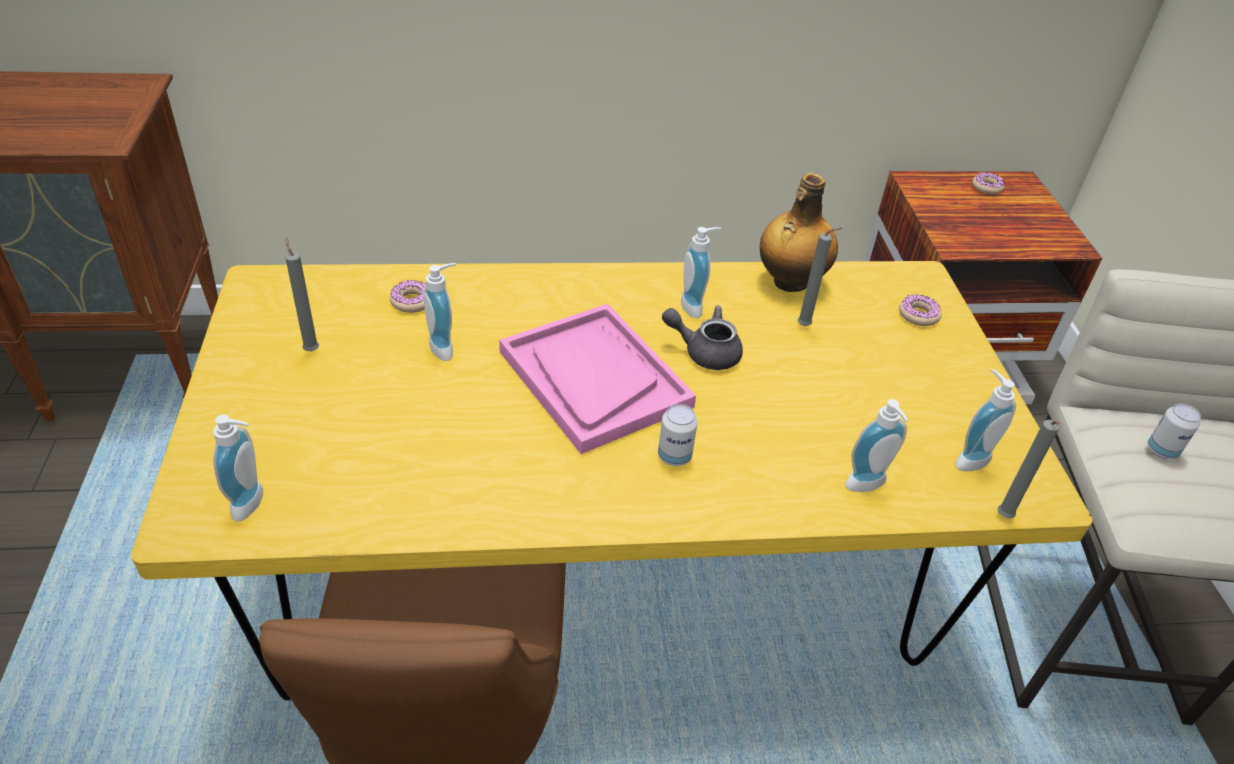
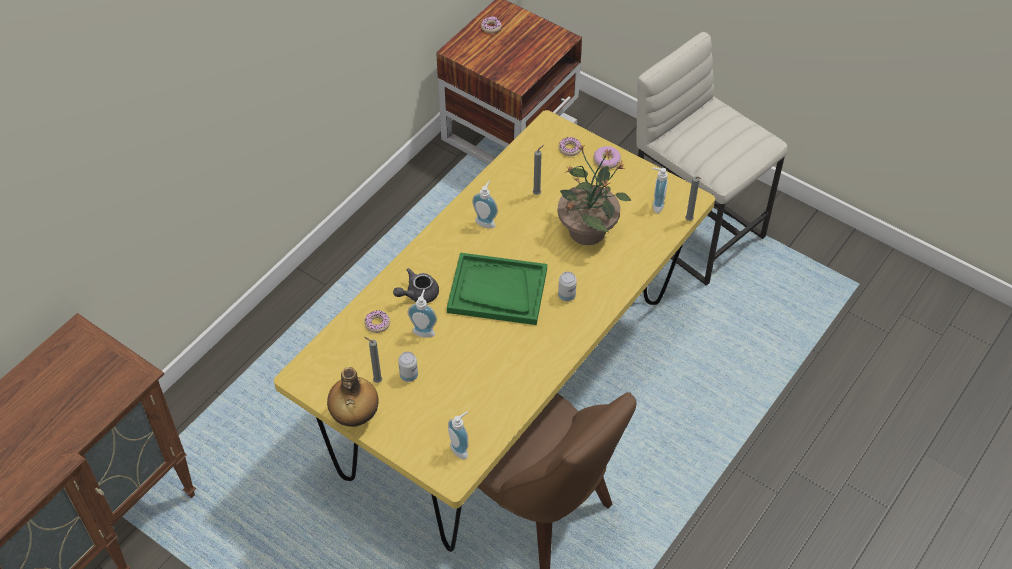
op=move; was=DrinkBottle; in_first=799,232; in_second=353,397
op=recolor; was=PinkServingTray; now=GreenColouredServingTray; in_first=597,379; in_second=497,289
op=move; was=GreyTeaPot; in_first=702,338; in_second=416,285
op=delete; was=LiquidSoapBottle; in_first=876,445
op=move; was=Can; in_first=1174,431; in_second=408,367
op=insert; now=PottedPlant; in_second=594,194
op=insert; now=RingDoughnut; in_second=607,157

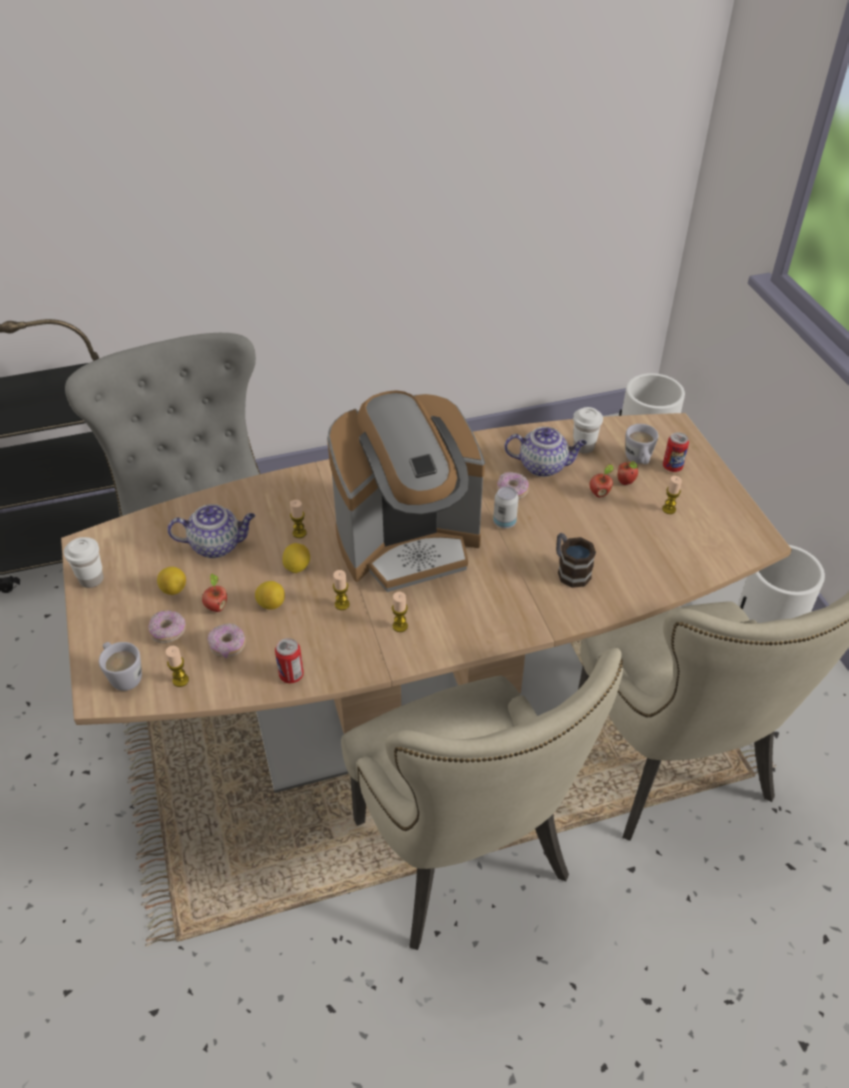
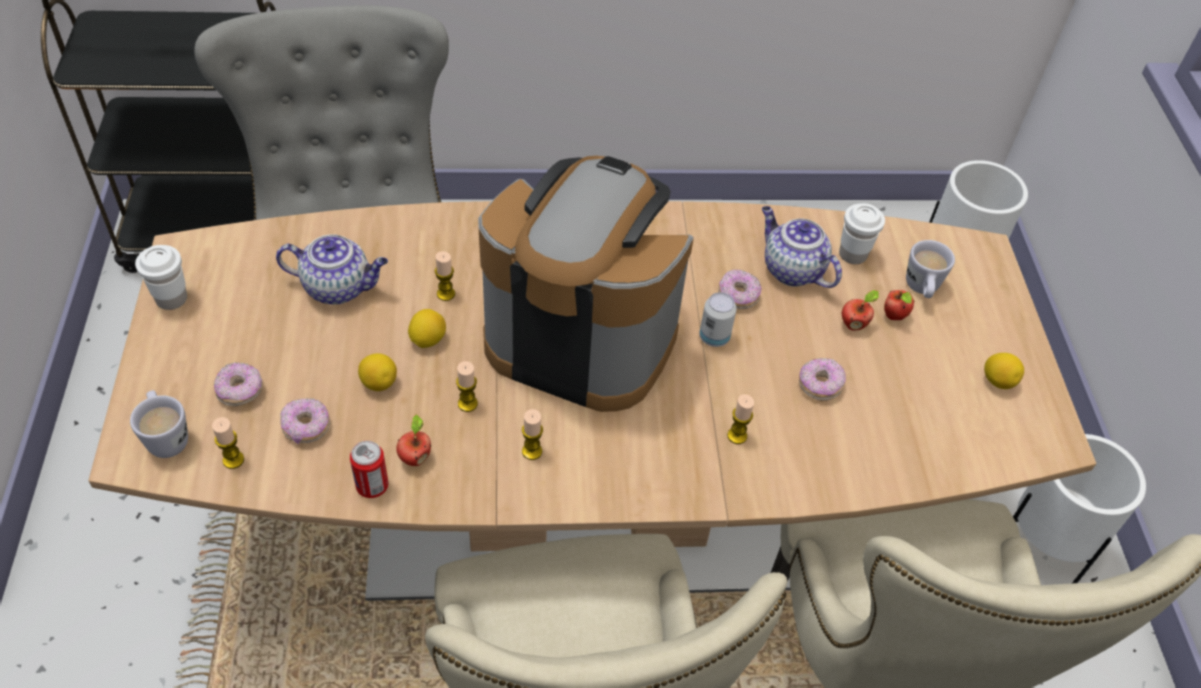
op=rotate; was=CoffeeMaker; in_first=406,491; in_second=586,284; clockwise=-150
op=rotate; was=TeaPot; in_first=545,452; in_second=802,247; clockwise=-150
op=delete; was=Can; in_first=676,452
op=move; was=WaxLight; in_first=672,495; in_second=740,419
op=delete; was=Mug; in_first=576,560
op=move; was=WholeLemon; in_first=171,581; in_second=1004,371
op=move; was=Apple; in_first=214,593; in_second=413,440
op=insert; now=RingDoughnut; in_second=822,379

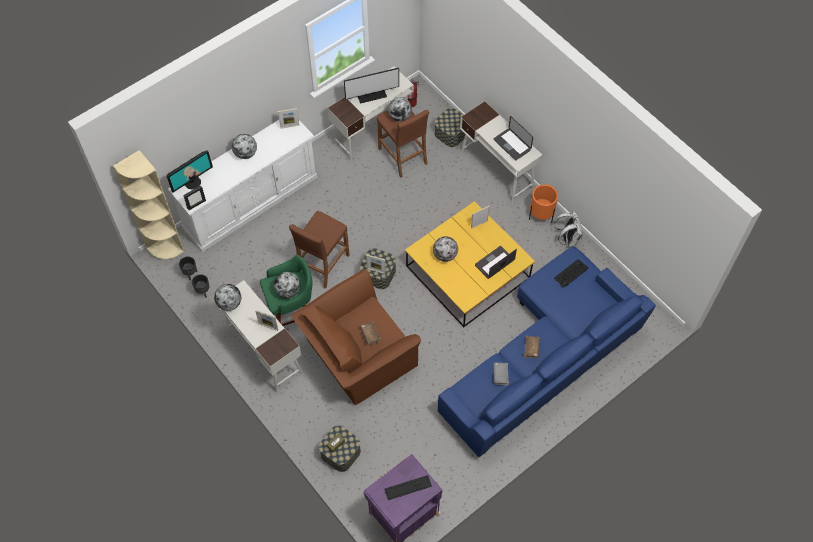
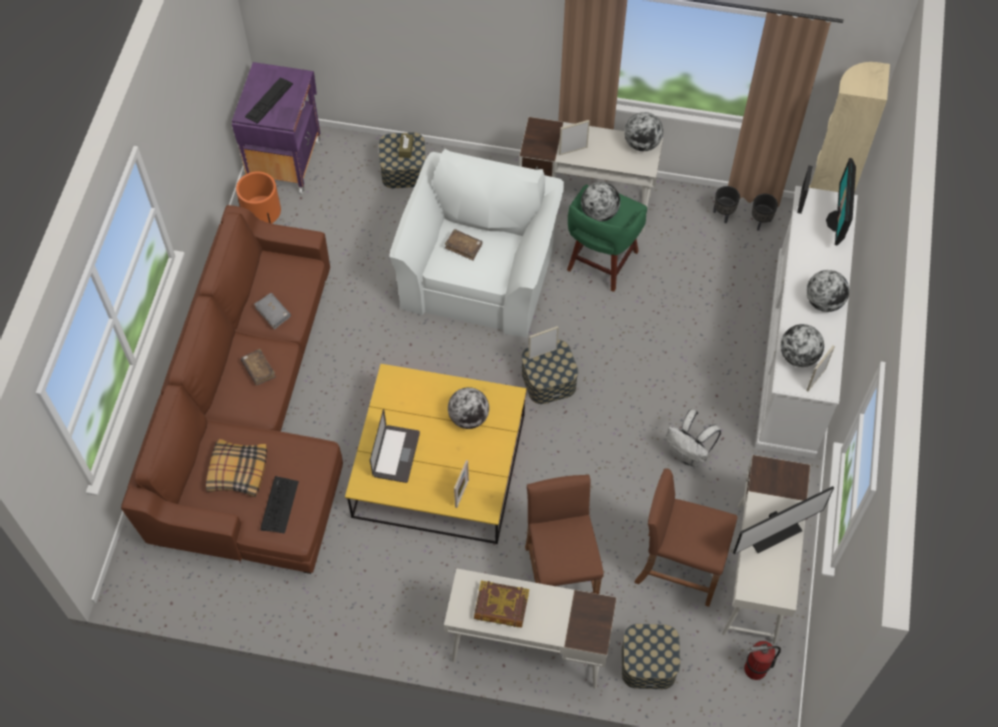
op=rotate; was=Monitor; in_first=371,86; in_second=783,520; clockwise=-150
op=move; was=DeskGlobe; in_first=400,109; in_second=802,345
op=replace; was=PortableComputer; now=Volume; in_first=513,138; in_second=501,604
op=move; was=OrangeyPlanter; in_first=543,203; in_second=258,197
op=move; was=BrownColouredSittingStool; in_first=319,250; in_second=564,534
op=move; was=WhiteRucksack; in_first=568,229; in_second=693,438
op=recolor; was=BluishSofa; now=BrownColouredSofa; in_first=547,351; in_second=232,389
op=recolor; was=BrownColouredLoungeChair; now=WhiteLoungeChair; in_first=356,337; in_second=476,243
op=insert; now=Pillow; in_second=236,468

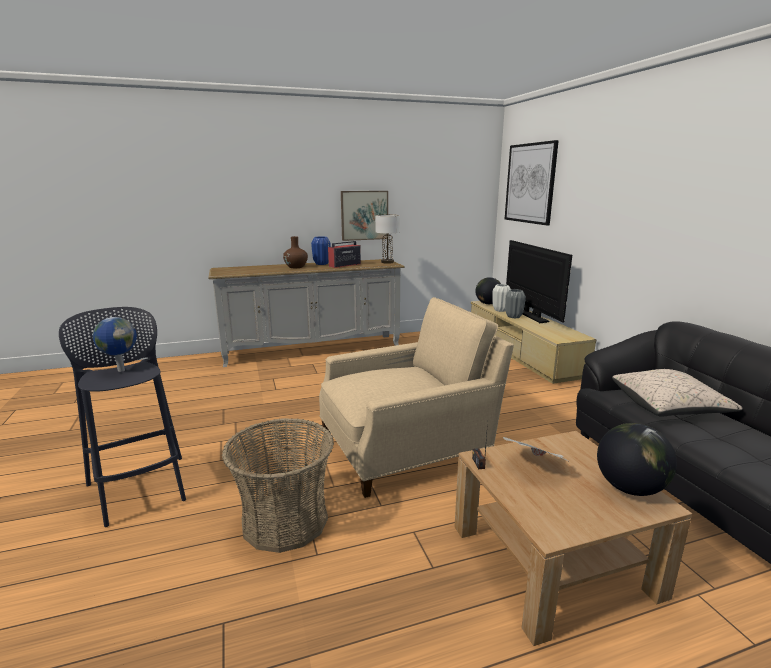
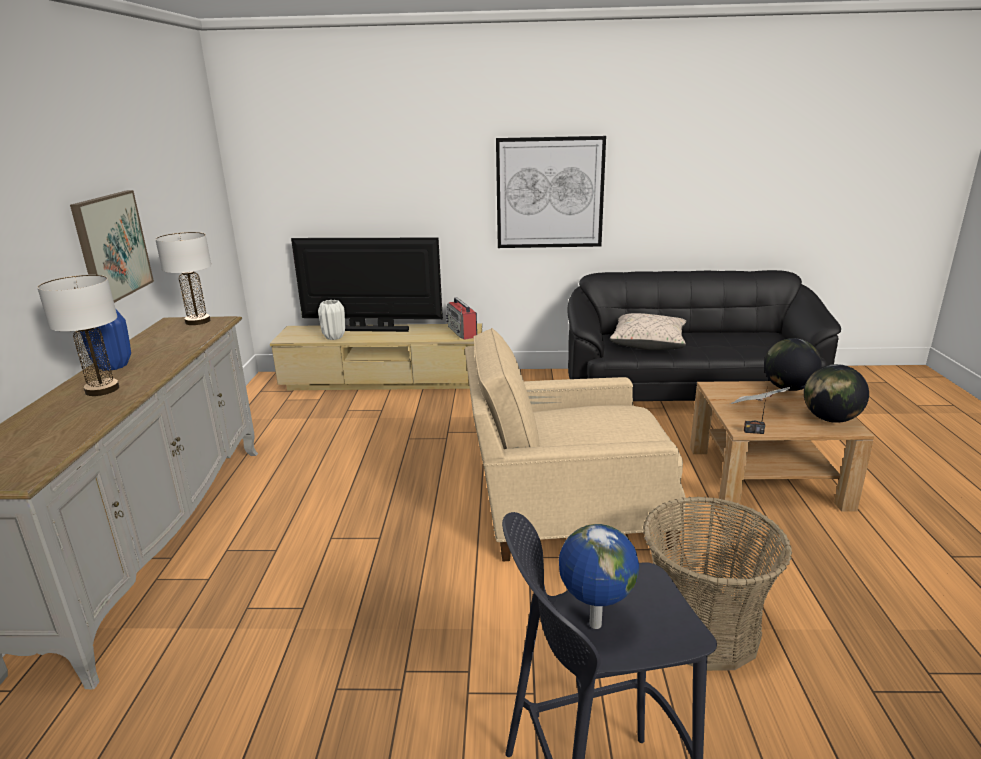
op=move; was=WallArt; in_first=532,182; in_second=551,192
op=replace; was=BrownColouredFlowerVase; now=TableLamp; in_first=295,252; in_second=78,335
op=move; was=RadioReceiver; in_first=344,254; in_second=461,318
op=move; was=DeskGlobe; in_first=488,290; in_second=836,393
op=delete; was=GreyFlowerVase; in_first=515,303
op=rotate; was=BeigeColouredLoungeChair; in_first=416,397; in_second=575,445; clockwise=-90

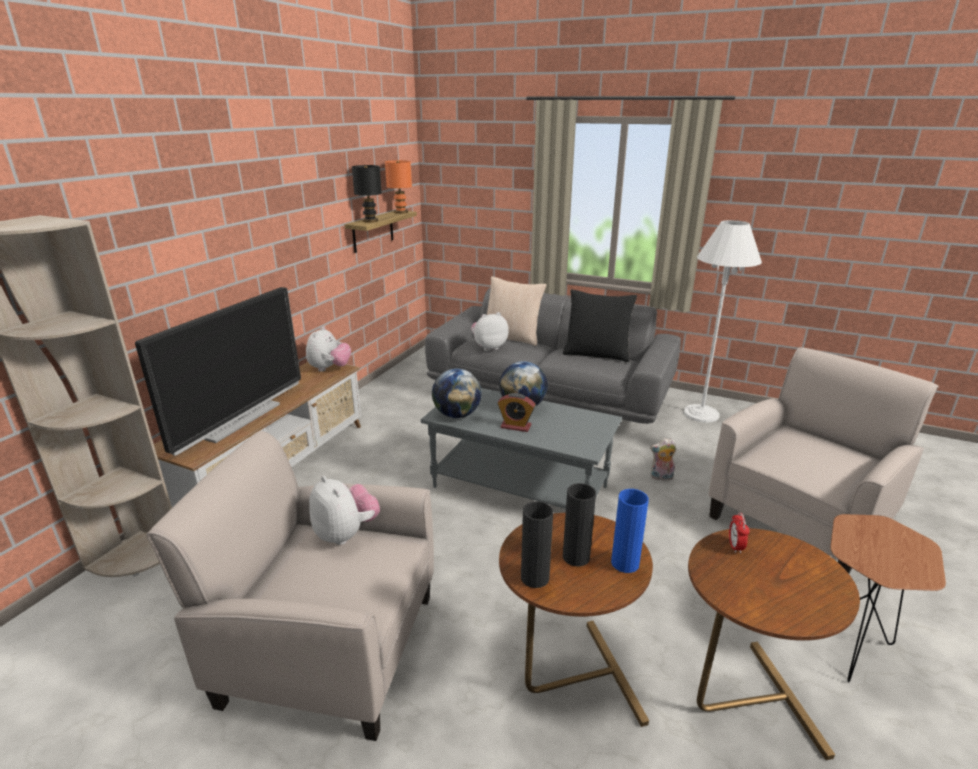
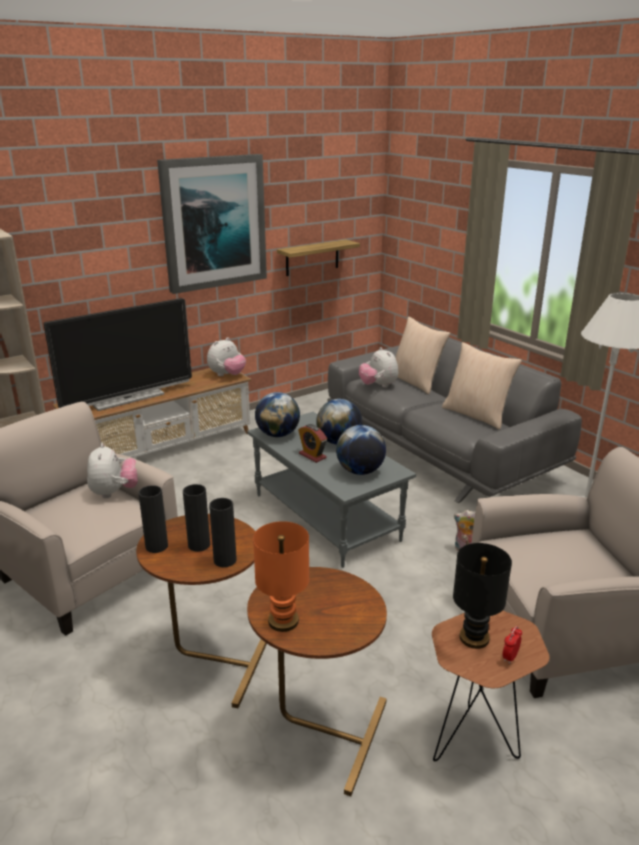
op=move; was=OrangeyTableLamp; in_first=398,187; in_second=281,576
op=move; was=BlackTableLamp; in_first=367,194; in_second=482,596
op=recolor; was=BlackPillow; now=BeigeColouredPillow; in_first=600,325; in_second=482,386
op=rotate; was=PlushToy; in_first=490,331; in_second=378,367; clockwise=-120
op=recolor; was=BluishFlowerVase; now=BlackFlowerVase; in_first=630,531; in_second=223,532
op=move; was=TableClock; in_first=739,533; in_second=512,645
op=insert; now=WallArt; in_second=212,224
op=insert; now=DeskGlobe; in_second=361,450

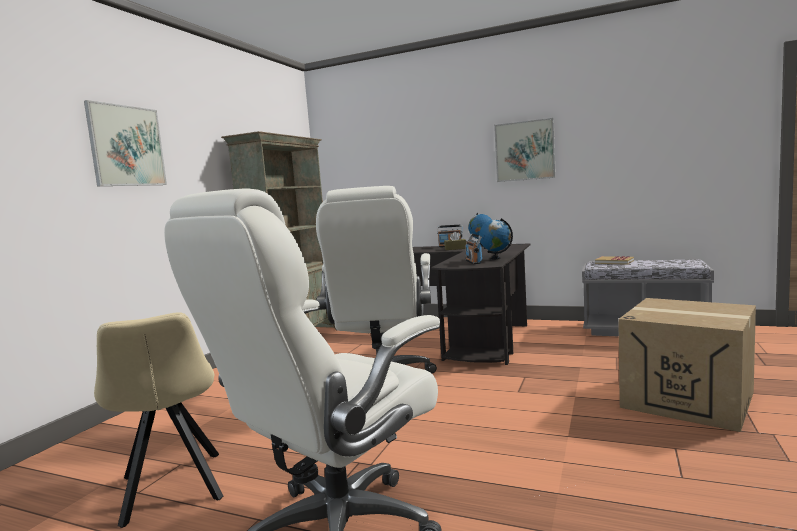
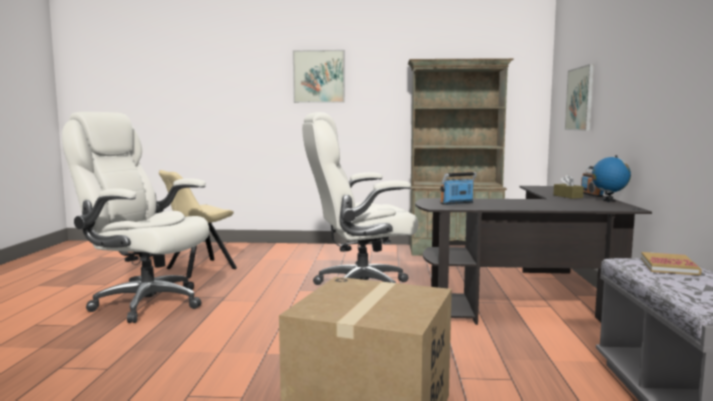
op=move; was=WallArt; in_first=525,150; in_second=579,97
op=delete; was=DeskGlobe; in_first=496,239

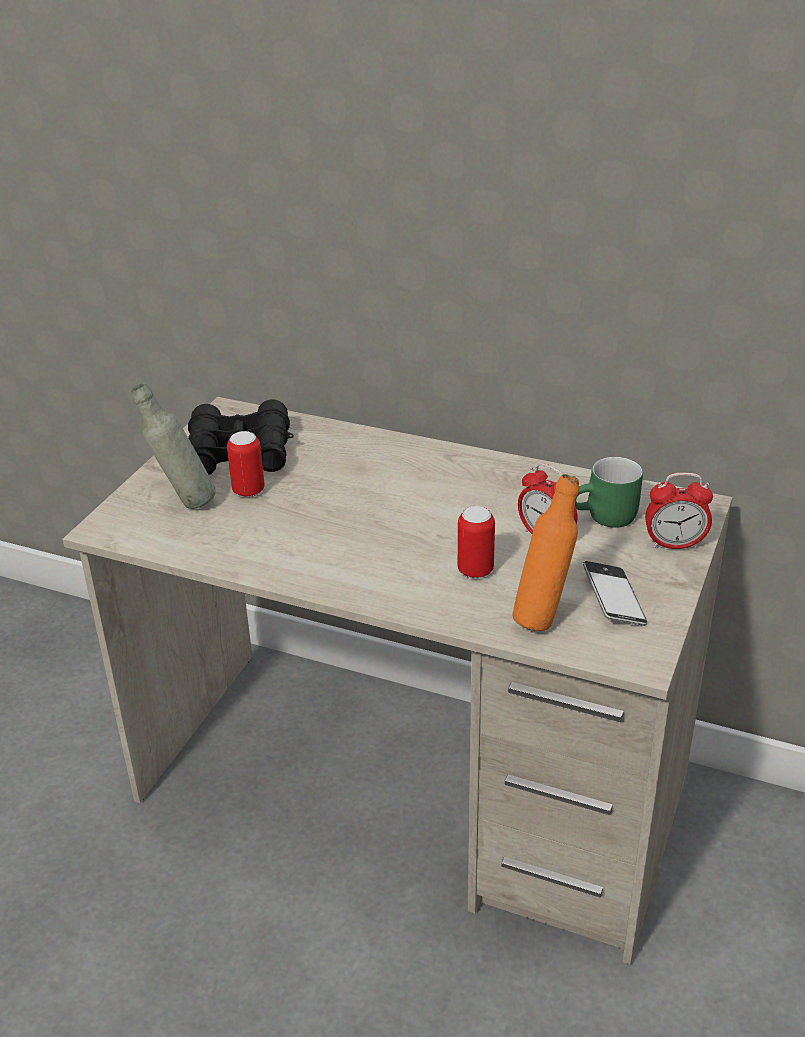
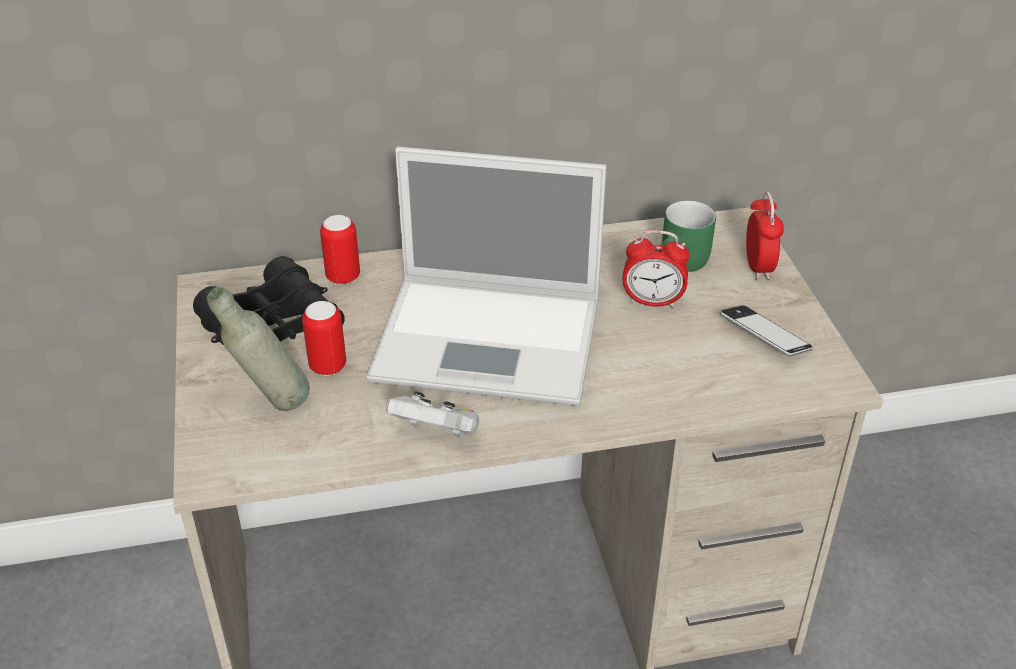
op=rotate; was=TableClock; in_first=679,511; in_second=765,236; clockwise=-60
op=delete; was=OrangeyDrinkBottle; in_first=545,552
op=move; was=Can; in_first=476,542; in_second=340,250
op=insert; now=PortableComputer; in_second=487,276
op=insert; now=WhiteJoypad; in_second=432,414

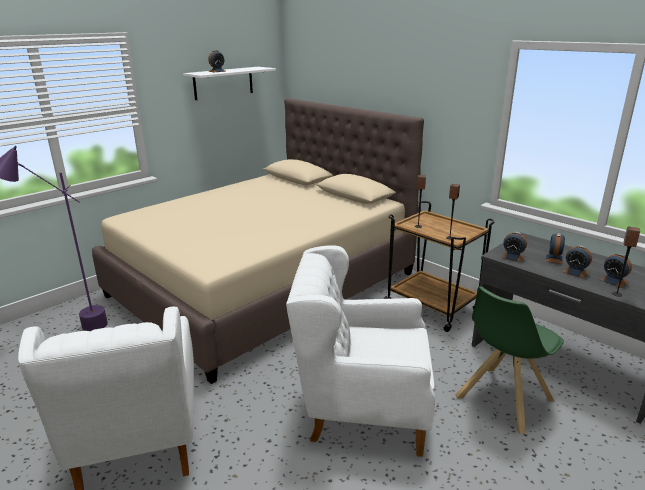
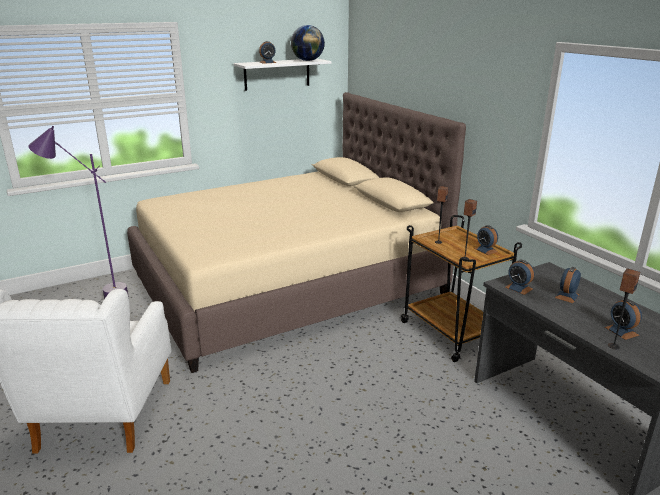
op=delete; was=WhiteLoungeChair; in_first=360,351
op=move; was=TableClock; in_first=577,261; in_second=486,240
op=delete; was=GreenColouredUprightChair; in_first=510,360
op=insert; now=DeskGlobe; in_second=308,43

